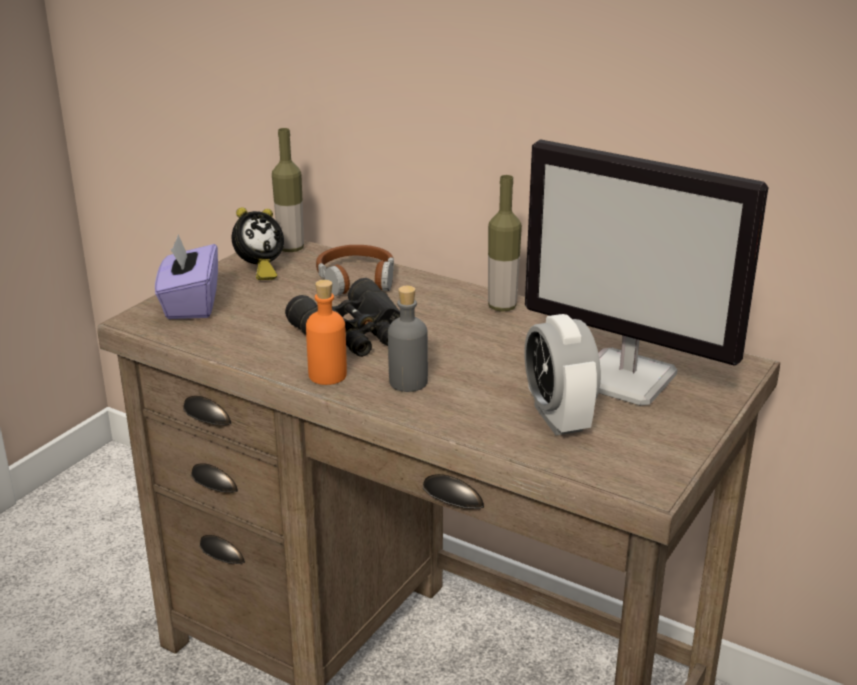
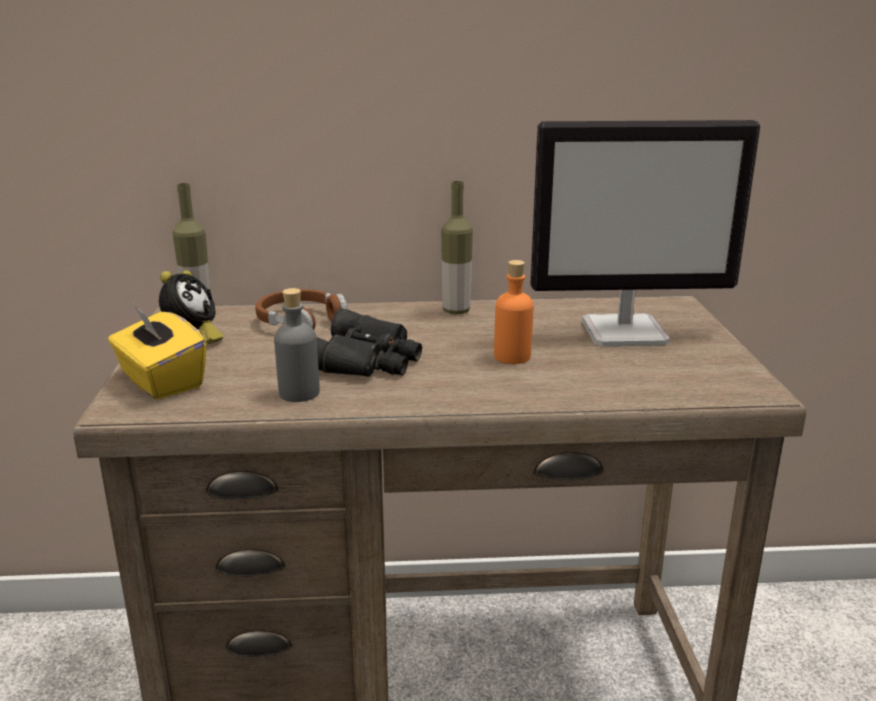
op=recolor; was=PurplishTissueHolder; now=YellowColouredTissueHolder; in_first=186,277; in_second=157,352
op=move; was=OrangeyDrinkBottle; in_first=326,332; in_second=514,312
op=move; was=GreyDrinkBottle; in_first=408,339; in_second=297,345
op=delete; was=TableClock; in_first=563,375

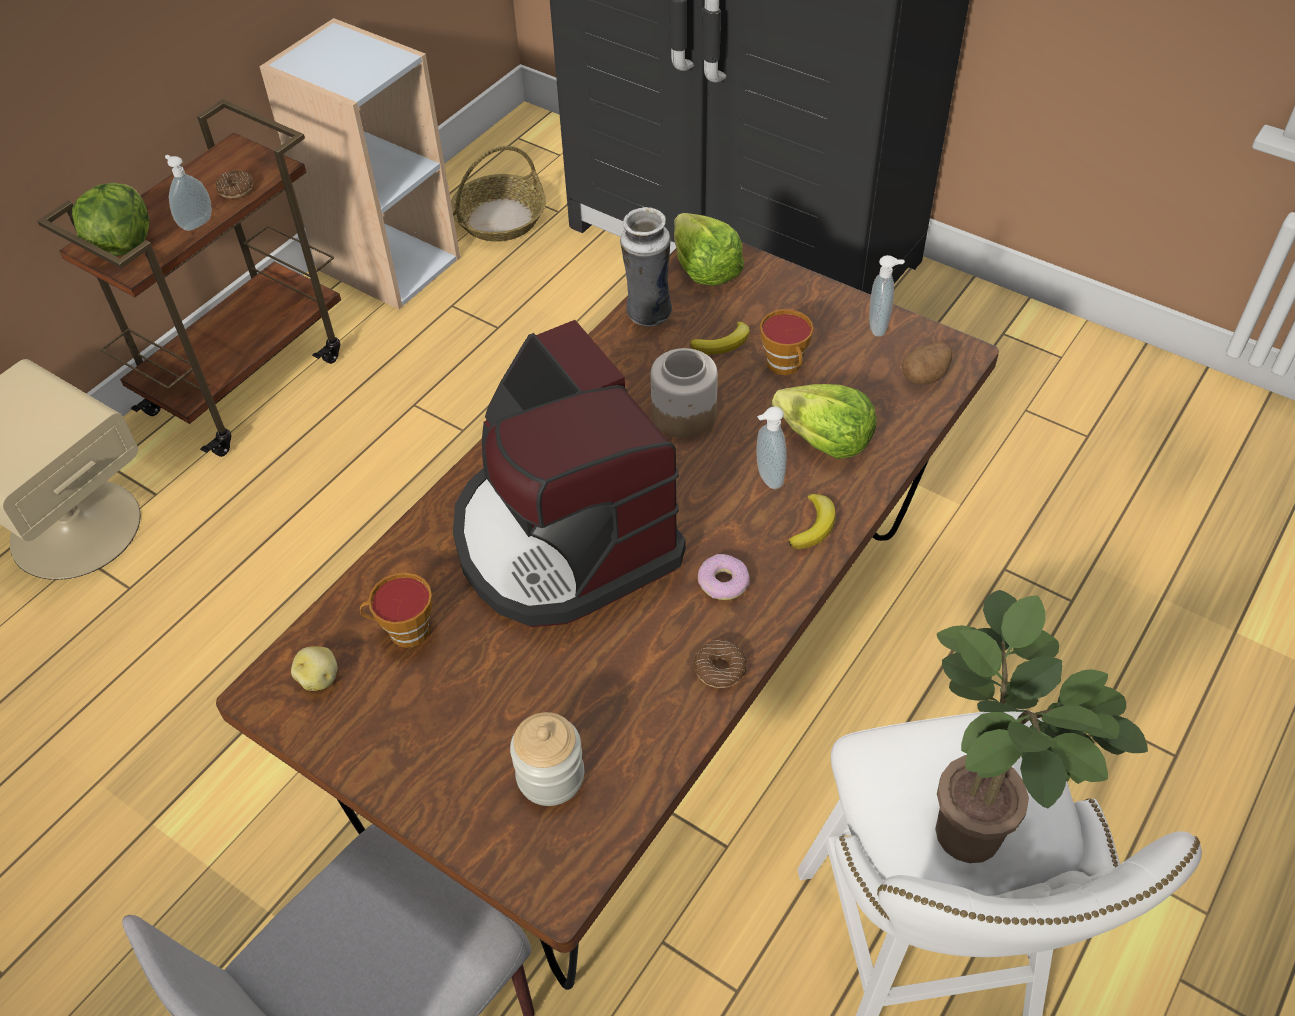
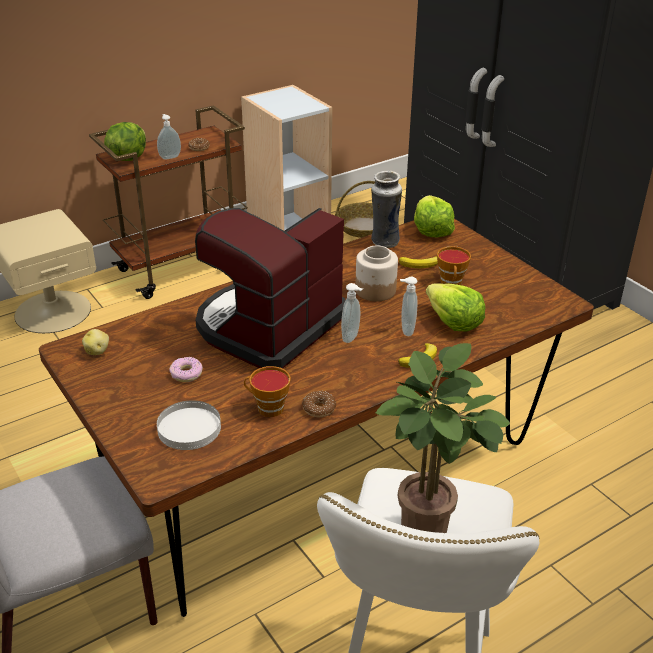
op=move; was=LiquidSoapBottle; in_first=887,296; in_second=352,313
op=rotate; was=CoffeeMaker; in_first=569,473; in_second=270,288; clockwise=45
op=delete; was=Spud; in_first=927,364
op=move; was=RingDoughnut; in_first=724,577; in_second=186,369
op=move; was=SmallCup; in_first=396,610; in_second=267,391
op=replace; was=Jar; now=WhitePlate; in_first=547,759; in_second=189,425

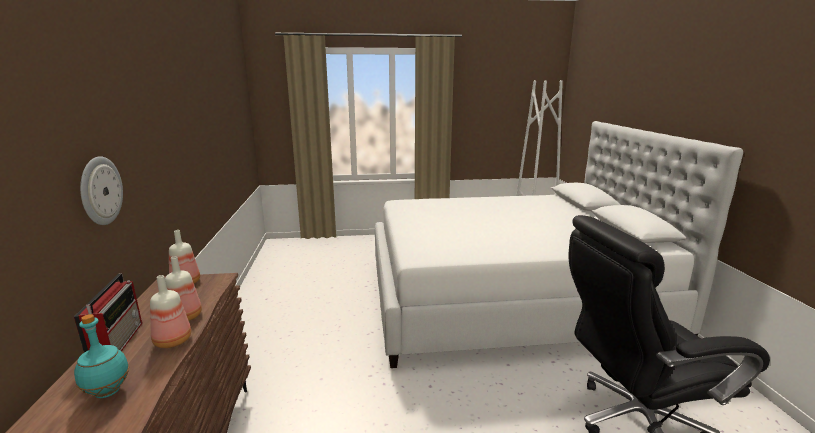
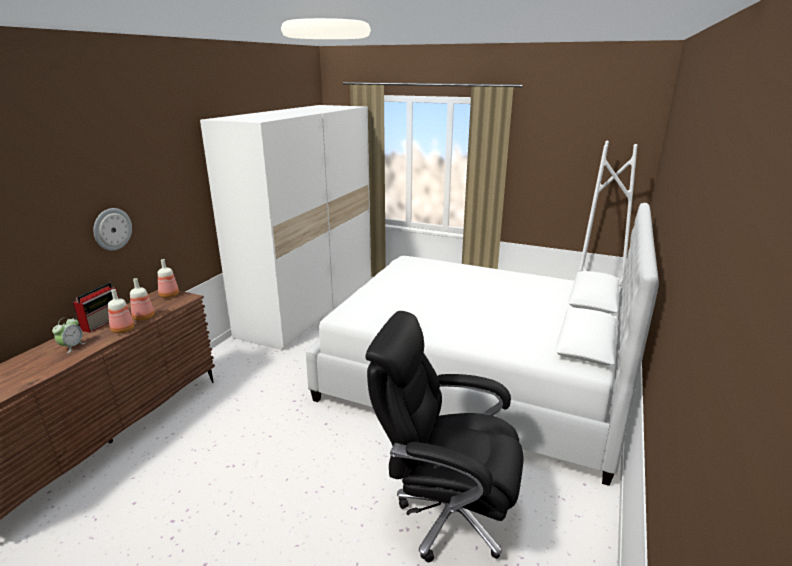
op=replace; was=TurquoiseDrinkBottle; now=TableClock; in_first=101,356; in_second=69,335
op=insert; now=WhiteWardrobe; in_second=285,227

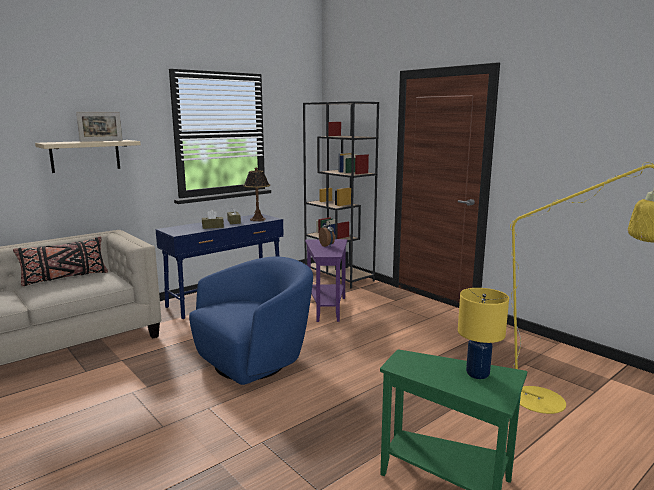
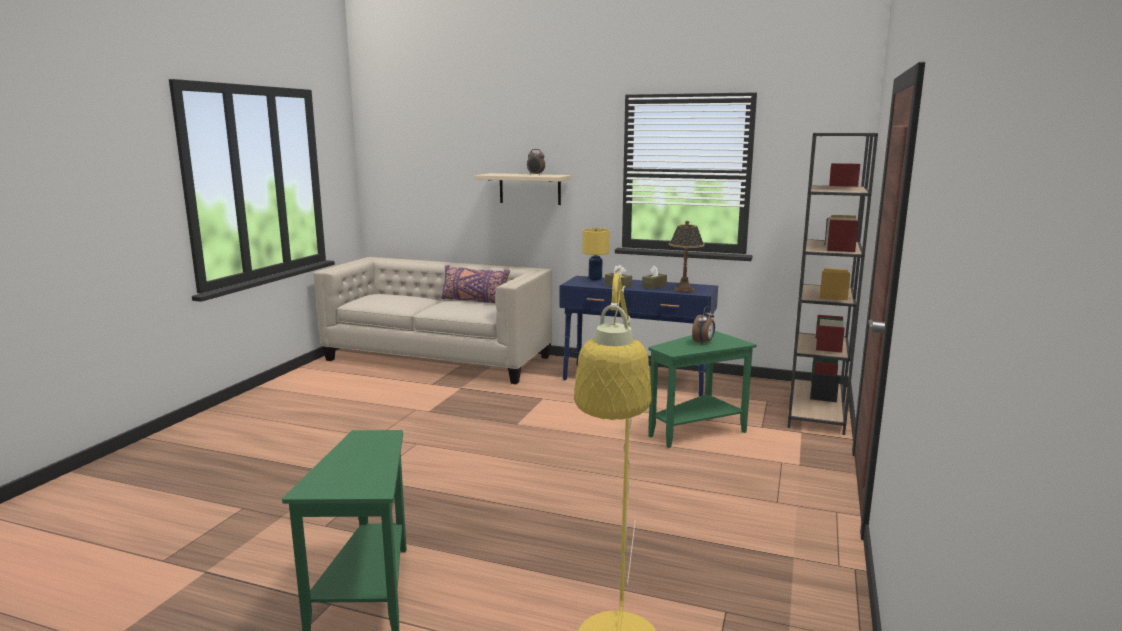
op=replace; was=StandingFrame; now=TableClock; in_first=99,127; in_second=536,162
op=recolor; was=BlackPillow; now=PurplishPillow; in_first=60,261; in_second=475,284
op=recolor; was=PurplishSideTable; now=GreenColouredSideTable; in_first=326,280; in_second=702,389
op=delete; was=BluishLoungeChair; in_first=251,321
op=move; was=YellowColouredTableLamp; in_first=483,333; in_second=596,254

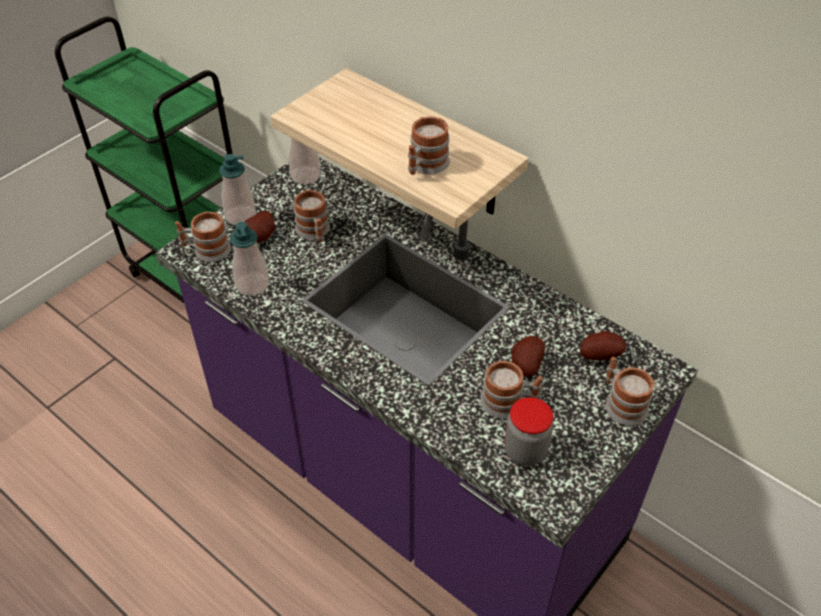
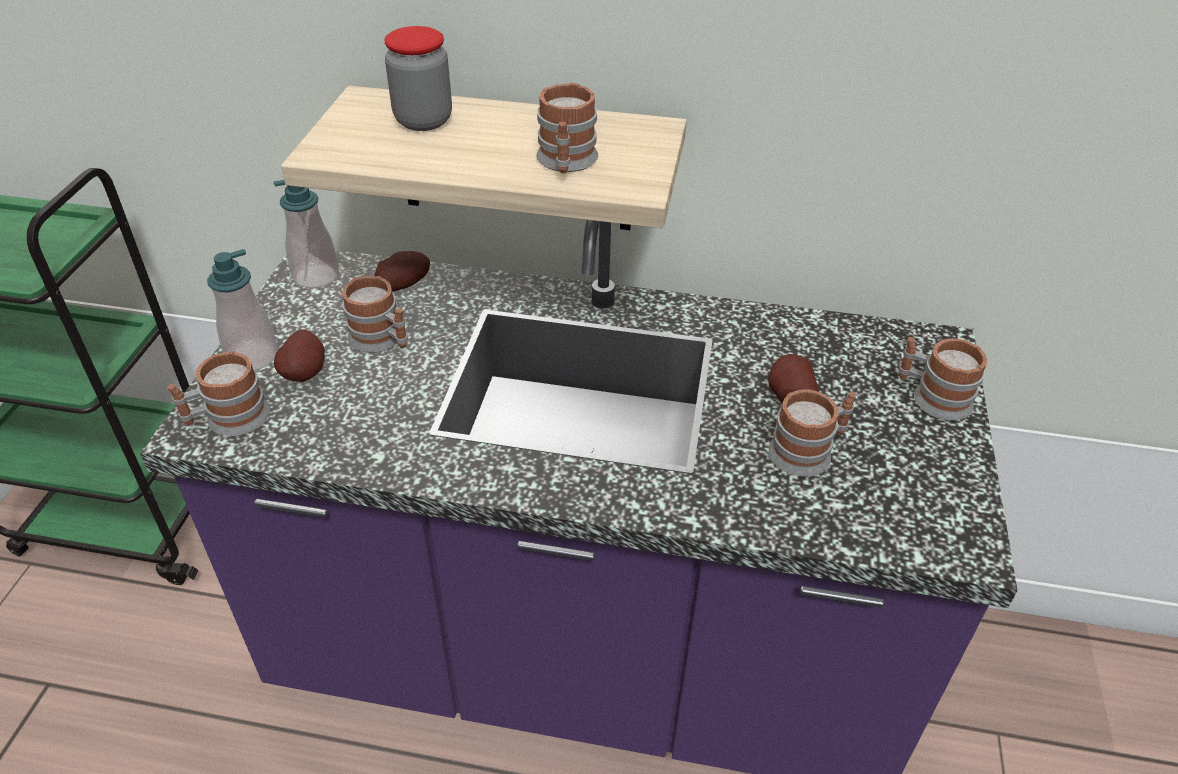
op=delete; was=LiquidSoapBottle; in_first=249,259
op=move; was=Spud; in_first=603,345; in_second=402,271
op=move; was=Jar; in_first=529,431; in_second=418,78

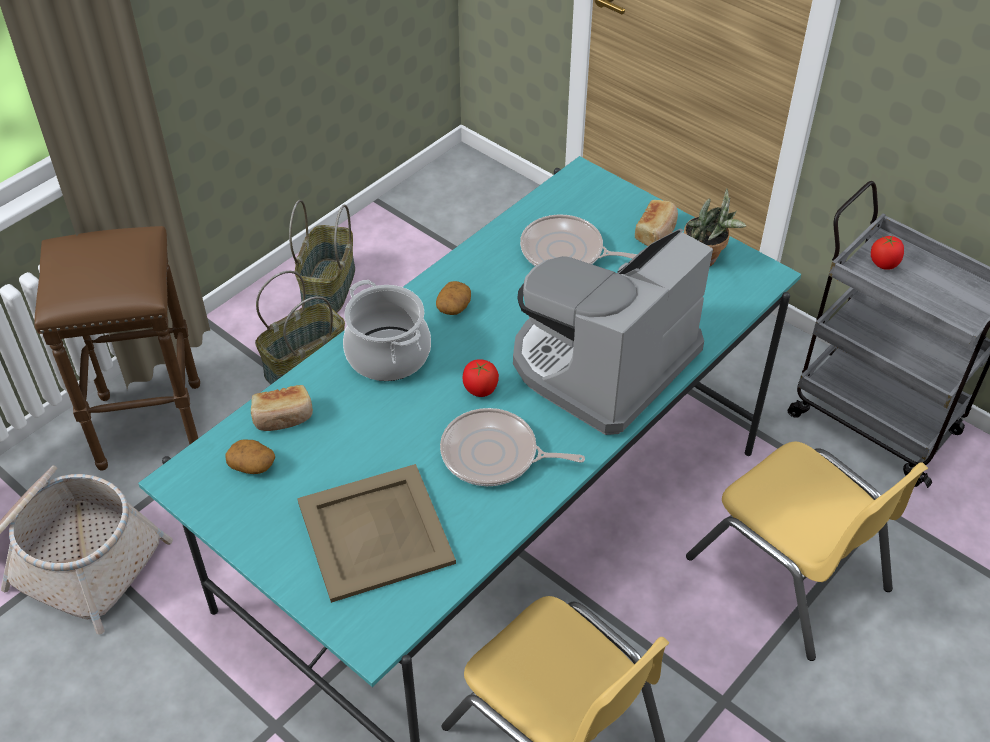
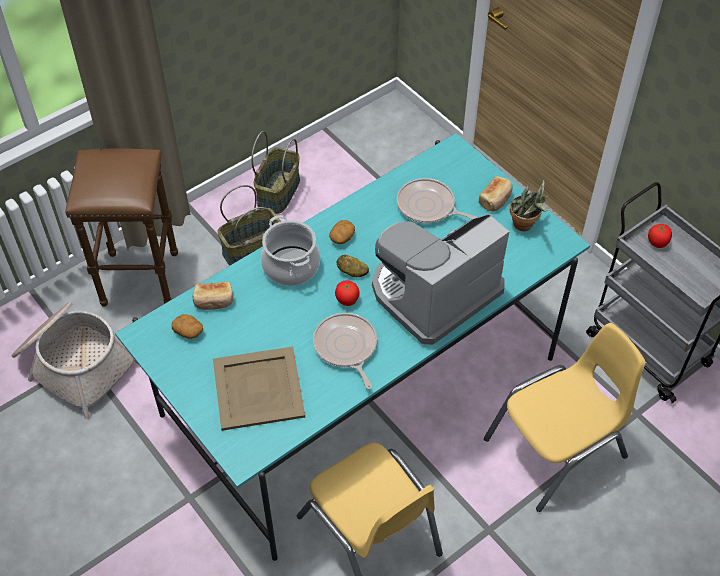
op=rotate; was=FryingPan; in_first=512,447; in_second=345,351; clockwise=45
op=rotate; was=YellowColouredUprightChair; in_first=807,551; in_second=564,417; clockwise=-90
op=insert; now=Spud; in_second=353,266

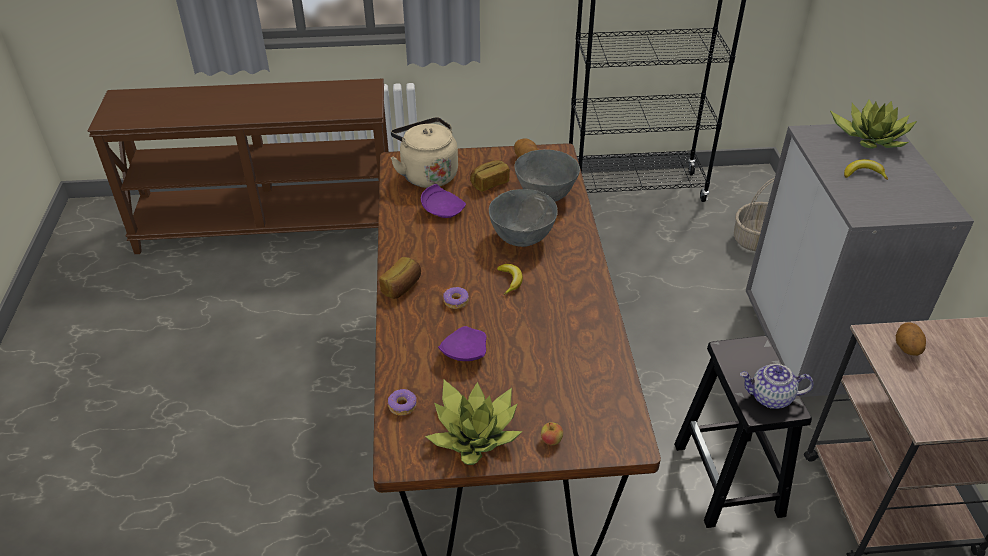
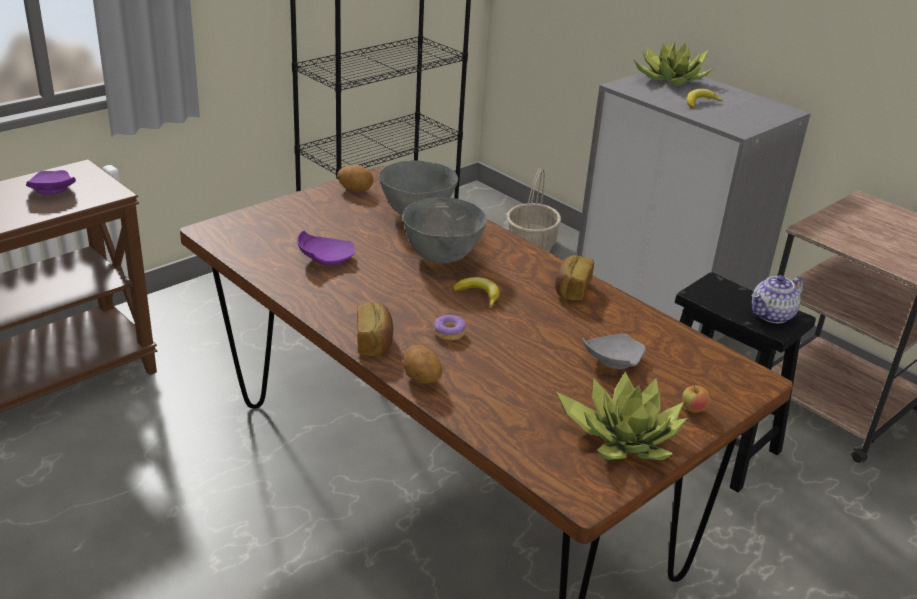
op=delete; was=BeigeColouredTeaKettle; in_first=424,152
op=move; was=BakedBread; in_first=490,176; in_second=574,277
op=move; was=Spud; in_first=911,339; in_second=422,364
op=move; was=PurplishPlate; in_first=462,343; in_second=51,182
op=delete; was=RingDoughnut; in_first=402,402
op=insert; now=GreyPlate; in_second=614,351

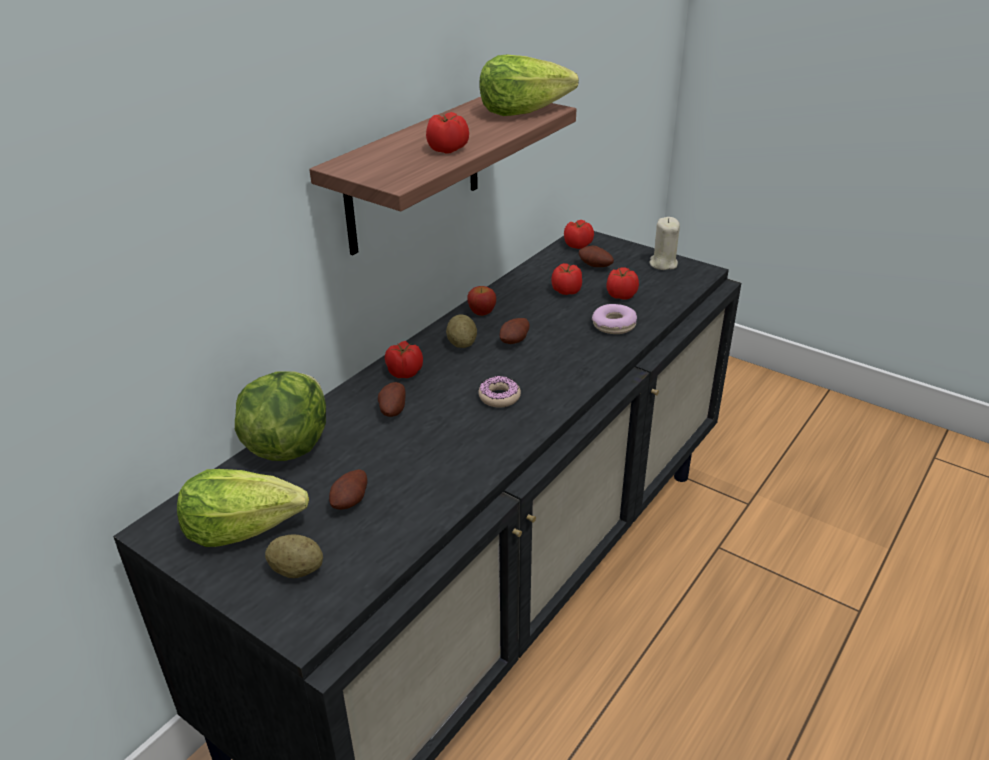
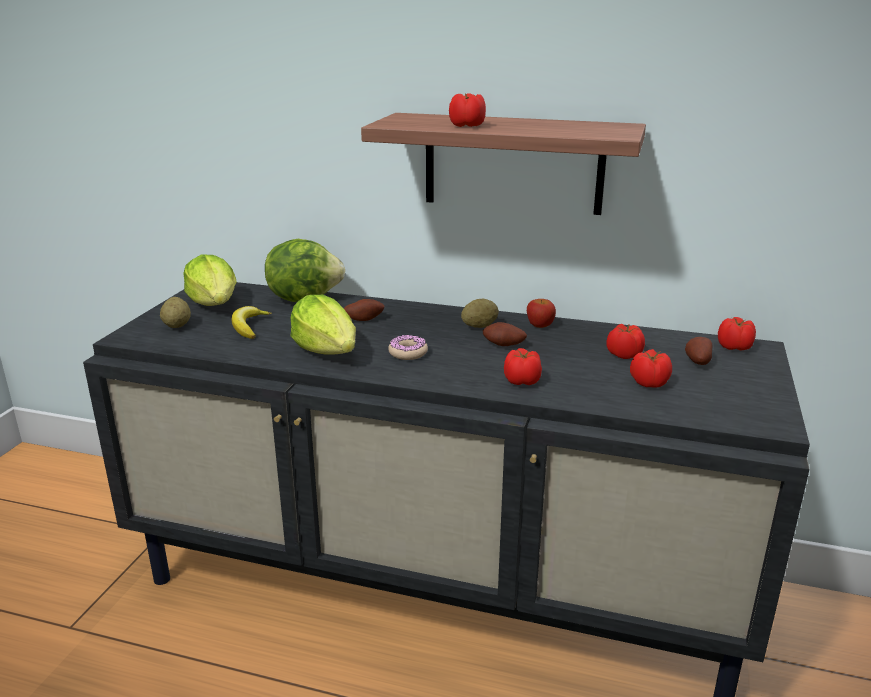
op=move; was=Lettuce; in_first=529,85; in_second=323,325
op=delete; was=BeigeColouredWaxLight; in_first=665,243
op=delete; was=RingDoughnut; in_first=614,319
op=move; was=WholeTomato; in_first=404,359; in_second=523,366
op=replace; was=Spud; now=WholeBanana; in_first=348,489; in_second=252,322

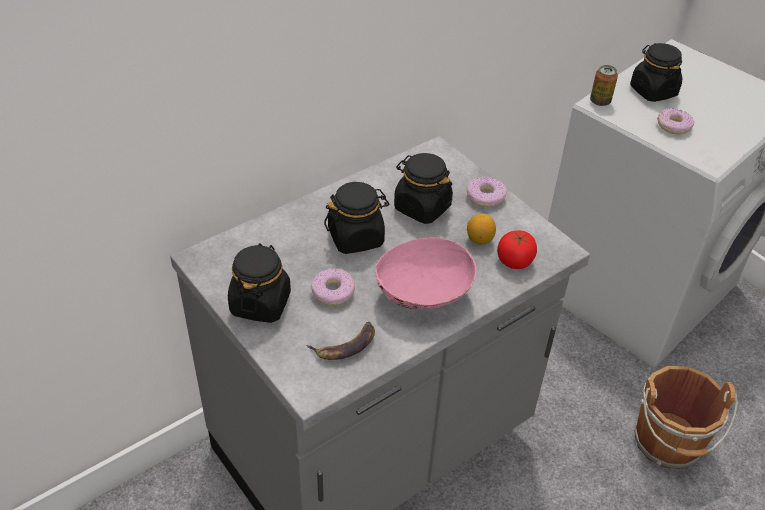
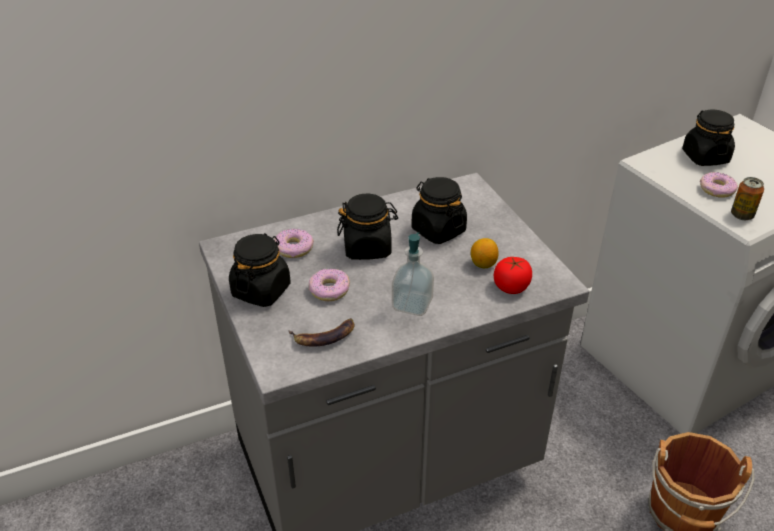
op=move; was=Can; in_first=604,85; in_second=747,198
op=move; was=RingDoughnut; in_first=487,192; in_second=294,243
op=replace; was=PinkBowl; now=LiquidSoapBottle; in_first=426,273; in_second=413,274

